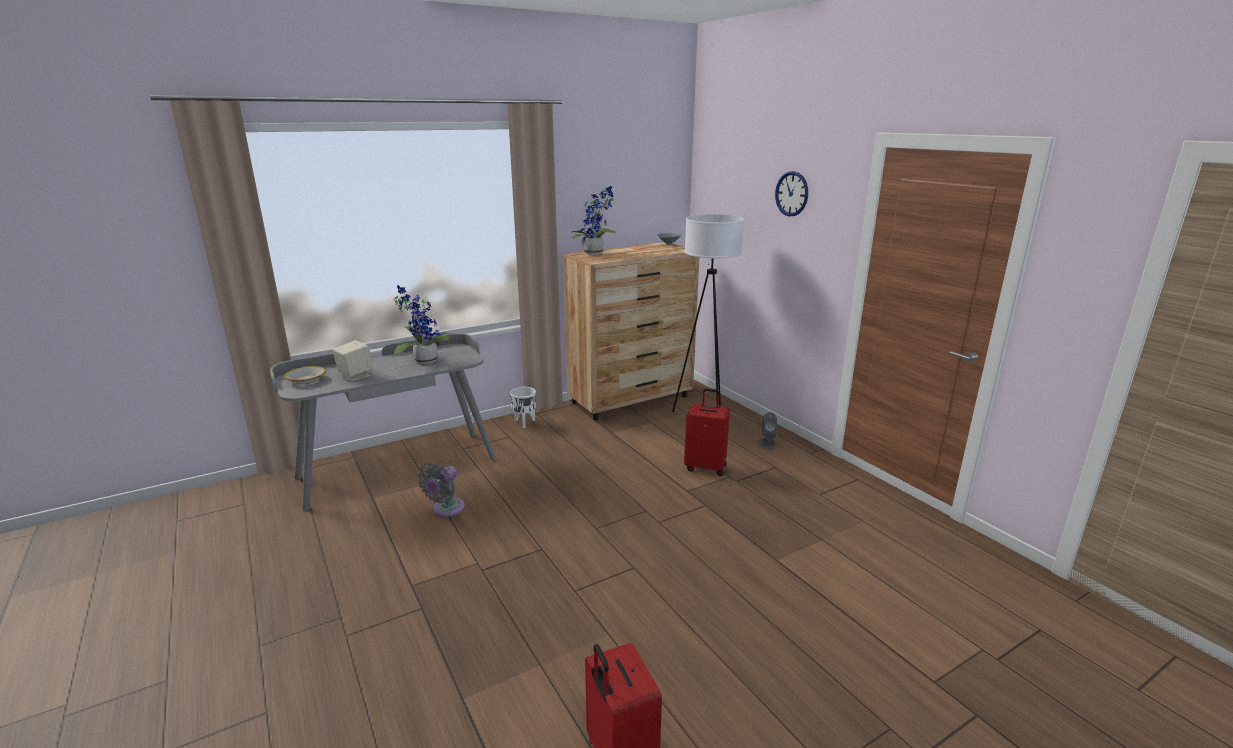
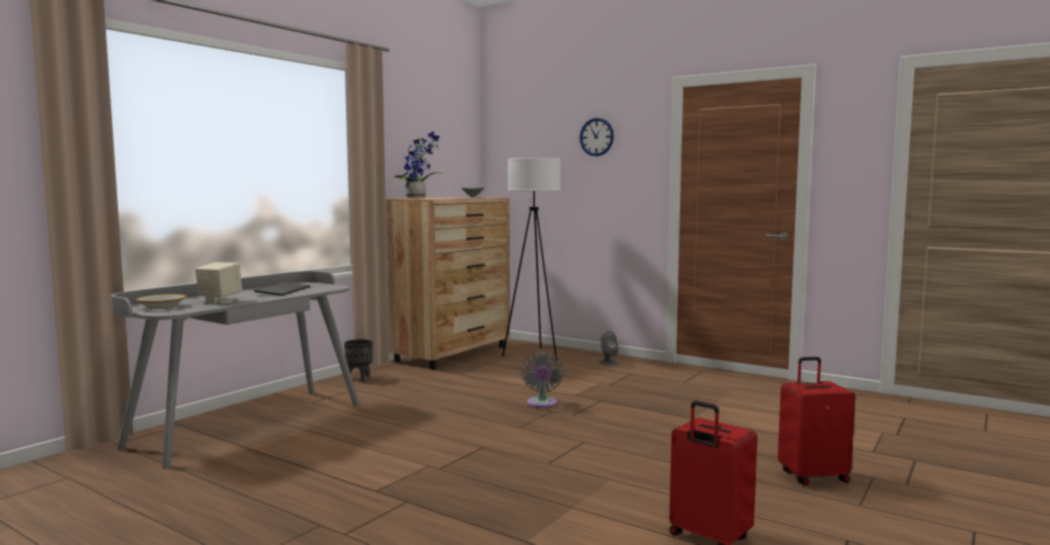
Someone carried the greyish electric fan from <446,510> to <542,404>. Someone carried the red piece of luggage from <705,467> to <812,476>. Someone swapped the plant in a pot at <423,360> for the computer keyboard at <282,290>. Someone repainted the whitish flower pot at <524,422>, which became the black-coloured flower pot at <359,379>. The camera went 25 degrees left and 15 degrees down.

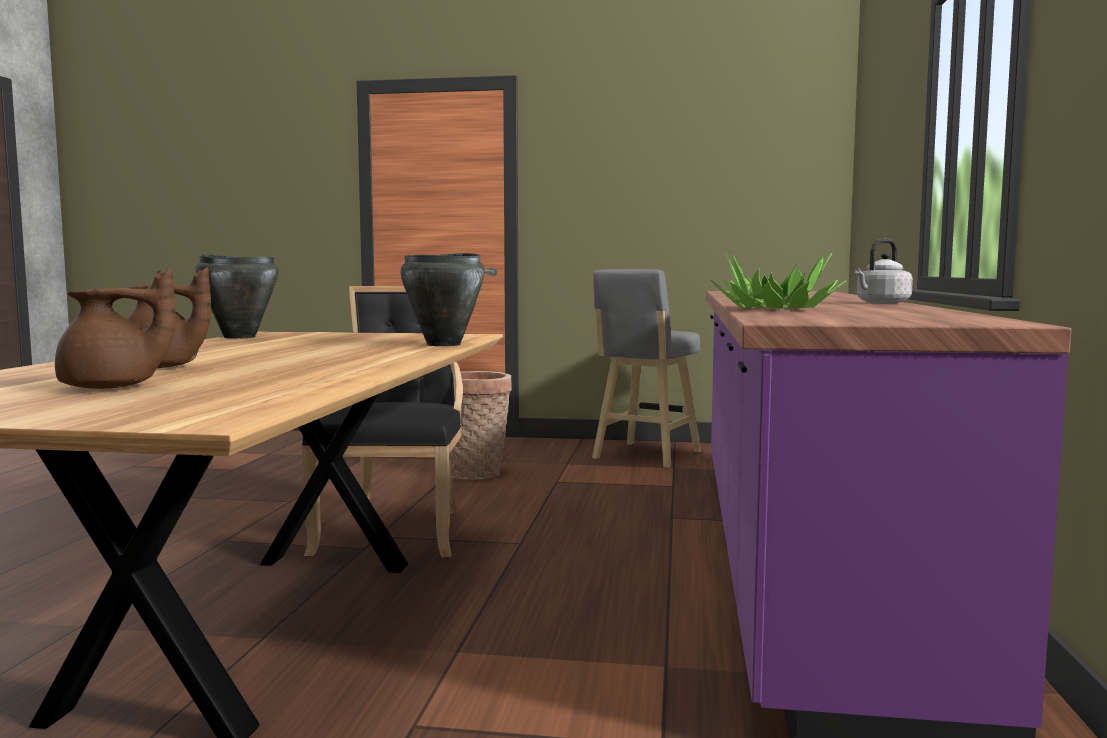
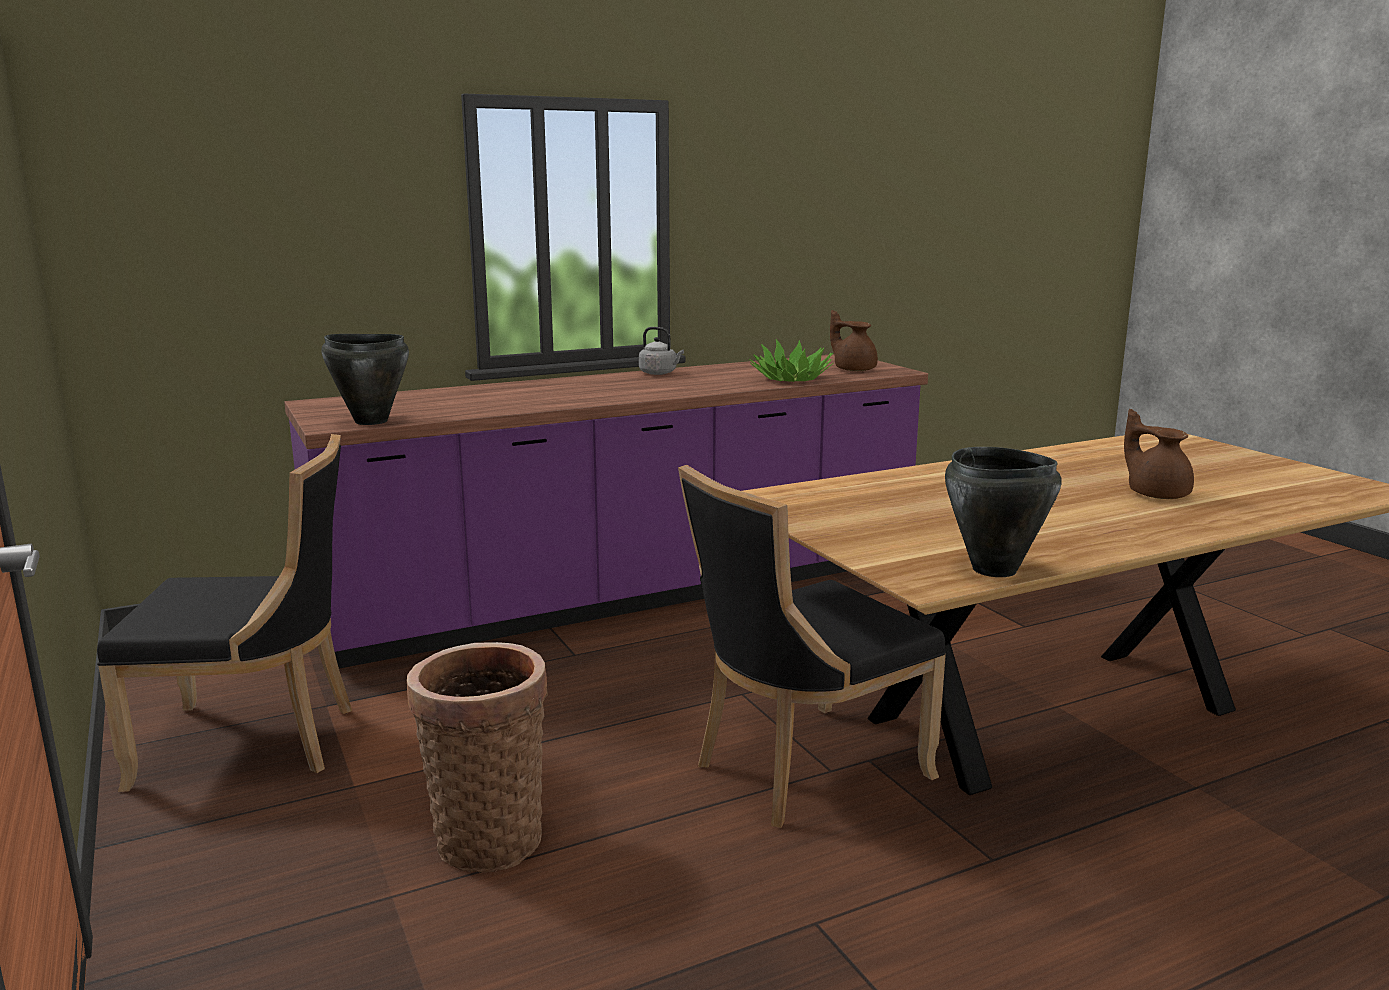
Someone carried the brown teapot from <113,387> to <853,369>. Someone carried the black-coloured saucepot from <444,344> to <370,421>. Someone swapped the greyish stool seat at <644,456> for the black-coloured upright chair at <256,743>. The camera went 125 degrees left and 10 degrees up.

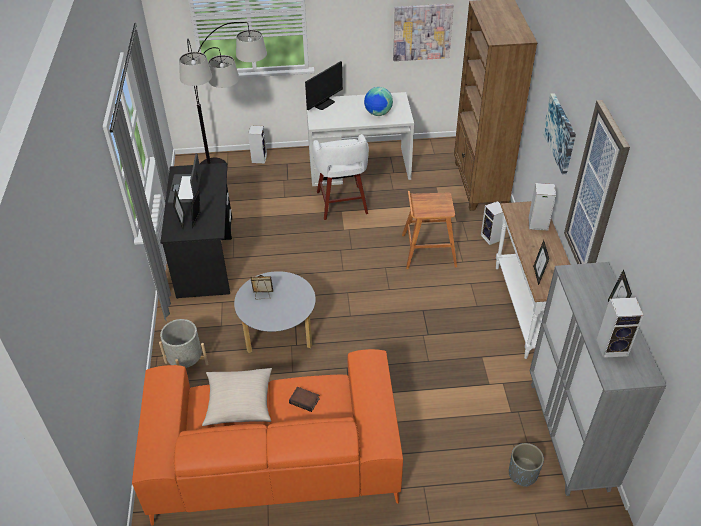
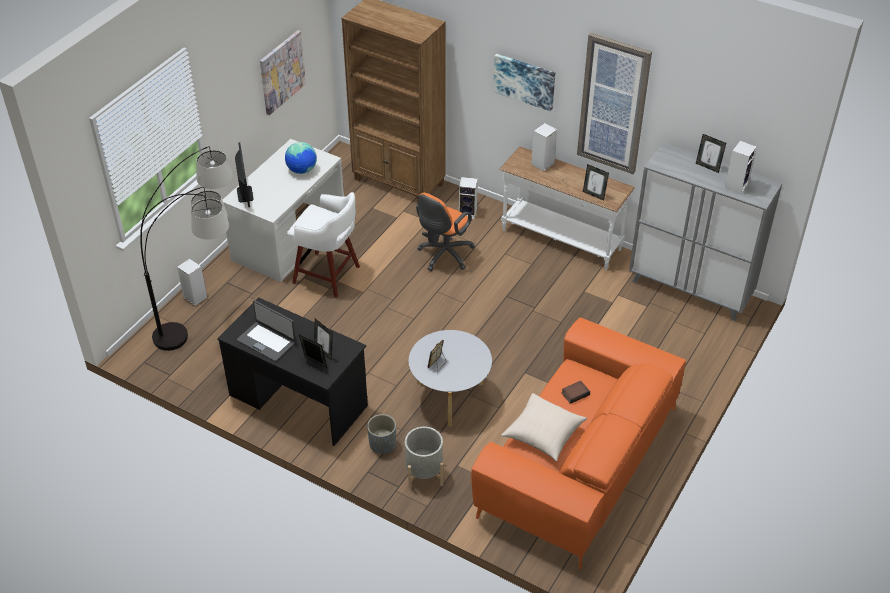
Someone carried the greyish flower pot from <522,474> to <382,444>. Someone swapped the brown stool seat at <428,250> for the orange-coloured office chair at <443,256>. The camera went 55 degrees left and 0 degrees up.

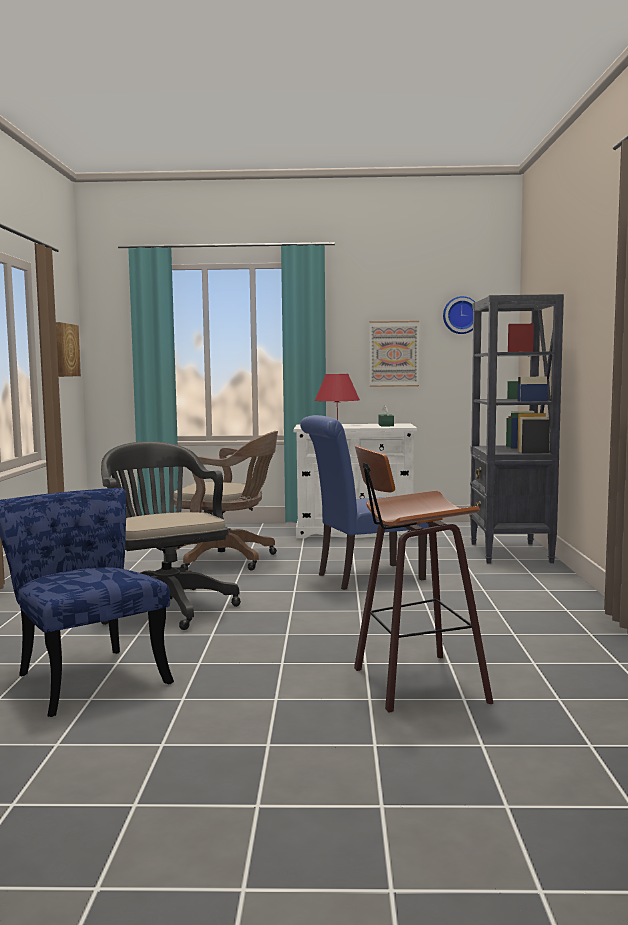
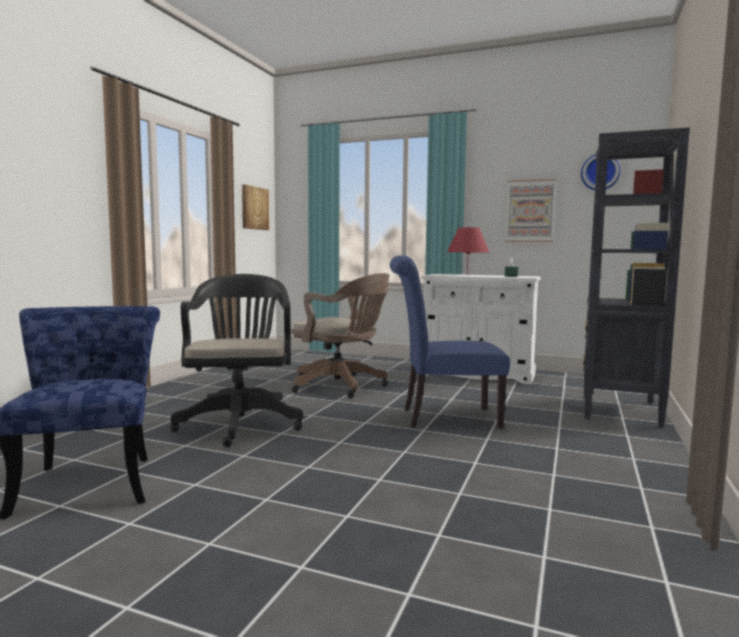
Someone took away the stool seat at <414,684>. The camera went 20 degrees right and 0 degrees up.

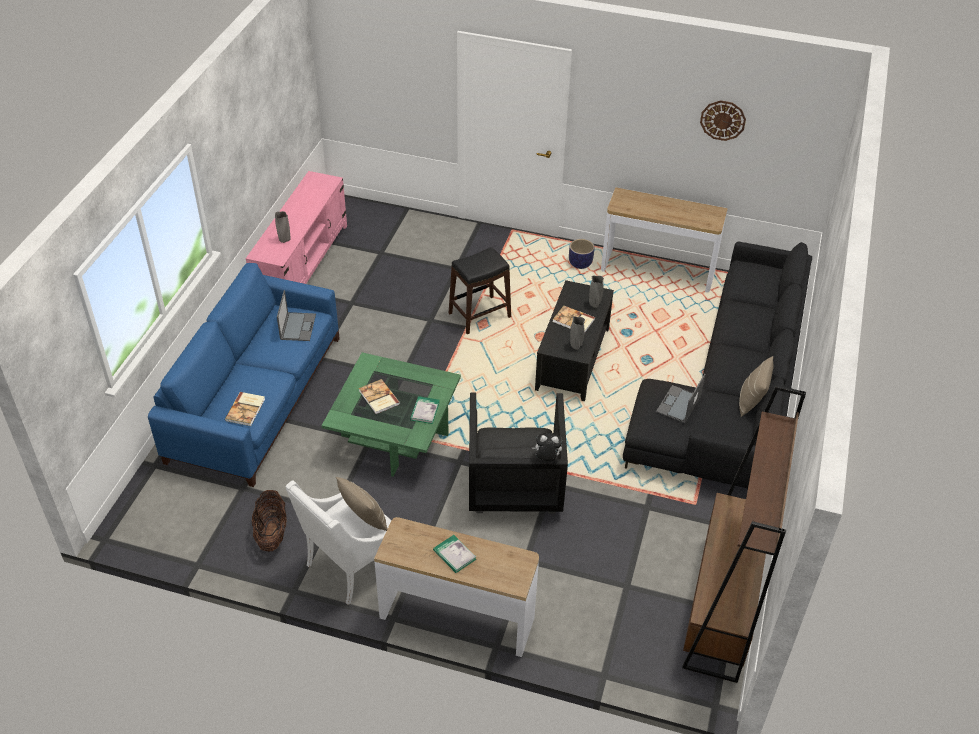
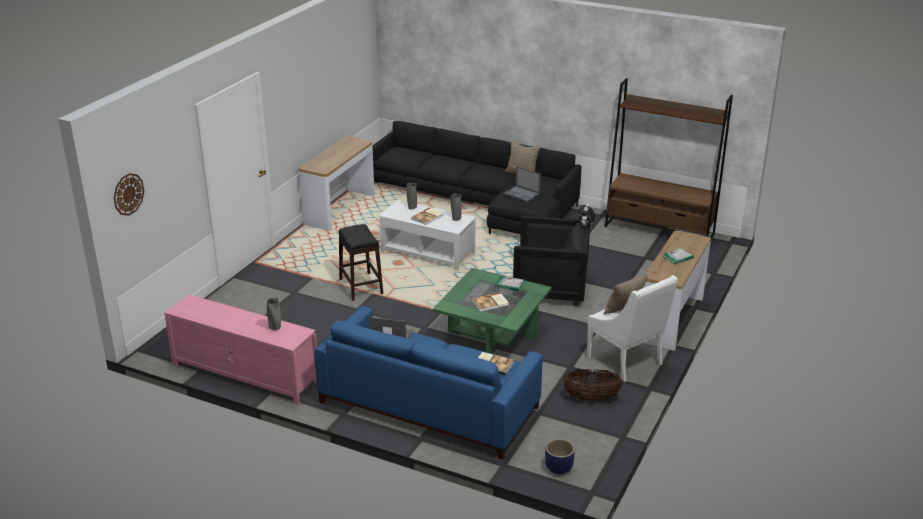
Someone carried the flower pot from <580,263> to <558,468>. Someone carried the wall clock from <722,120> to <128,194>. Someone repainted the black-coloured coffee table at <573,359>, which became the whitish coffee table at <428,253>. The camera went 80 degrees left and 15 degrees down.

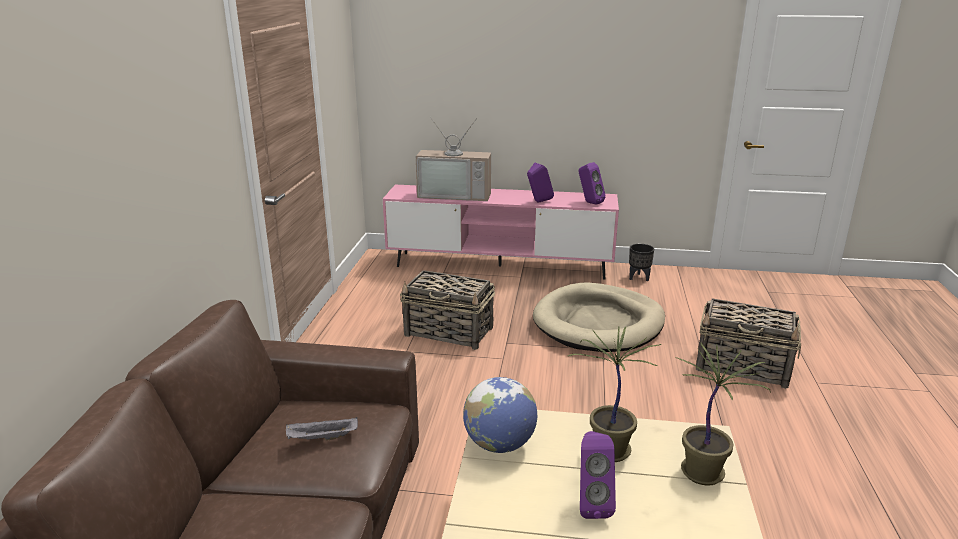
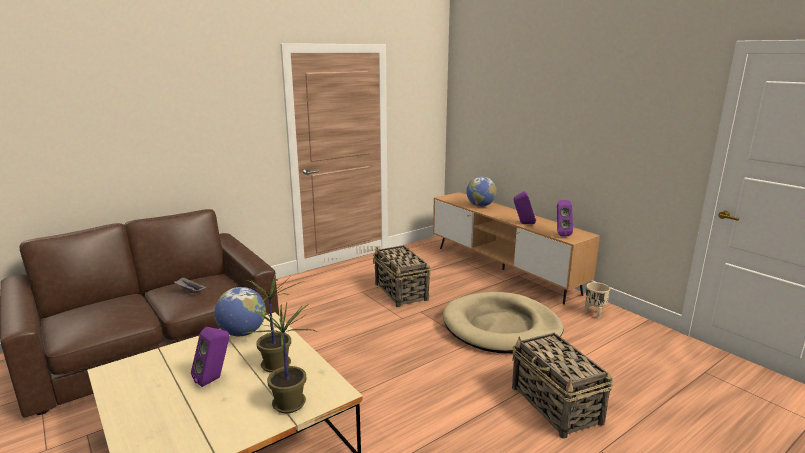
Someone swapped the TV set at <455,194> for the desk globe at <480,206>. Someone repainted the pink-coloured tv stand at <499,266>, which became the brown tv stand at <503,269>. Someone repainted the black-coloured flower pot at <638,278>, which became the beige-coloured flower pot at <594,314>. The camera went 45 degrees right and 5 degrees down.

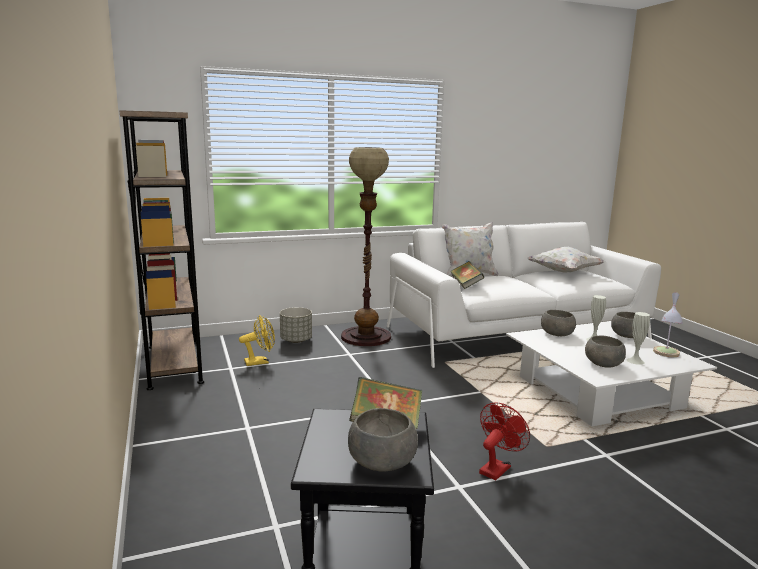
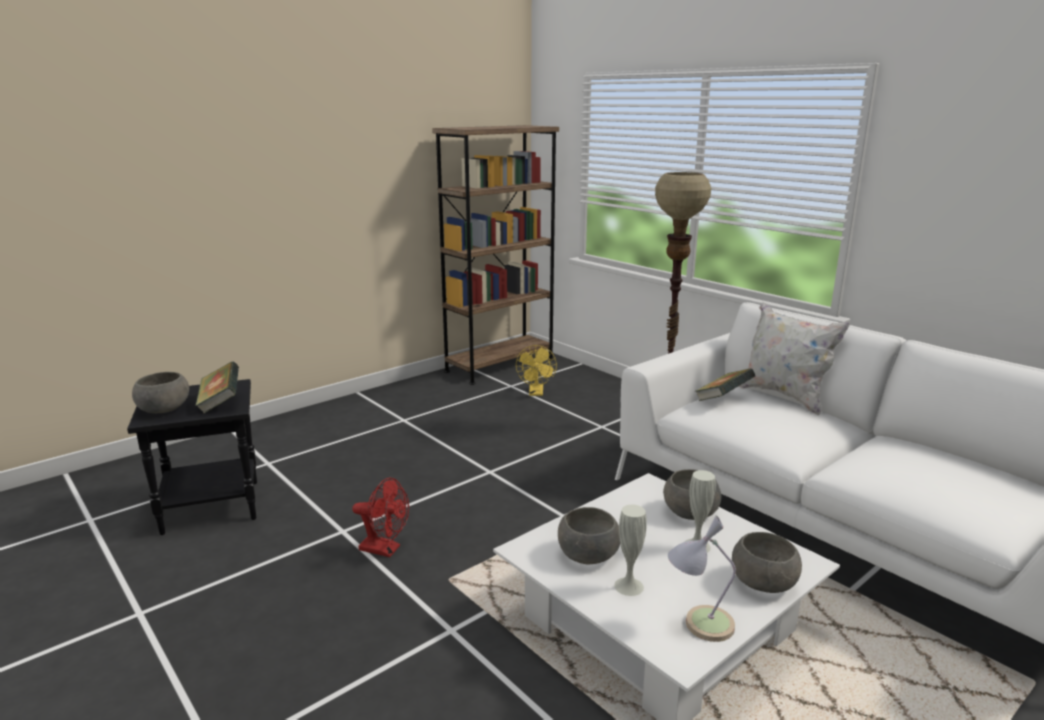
Someone took away the greyish flower pot at <296,340>. Someone took away the whitish cushion at <564,272>. Someone rotated the yellowish electric fan at <260,362> by 45 degrees clockwise. The camera went 70 degrees right and 5 degrees up.

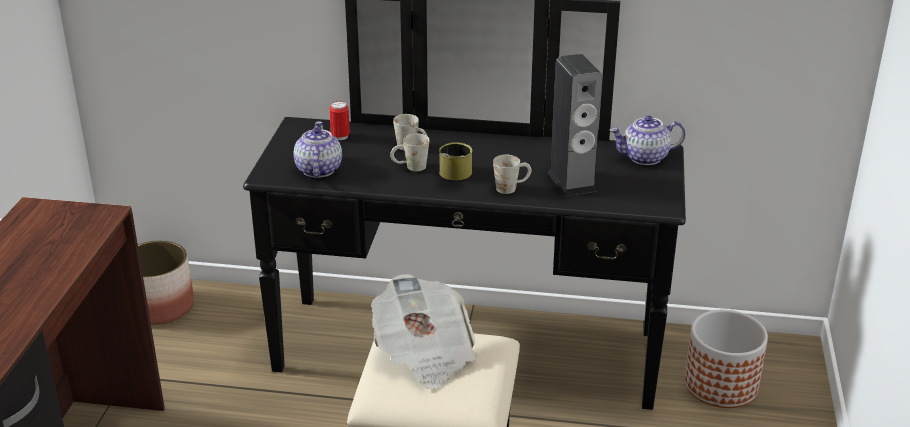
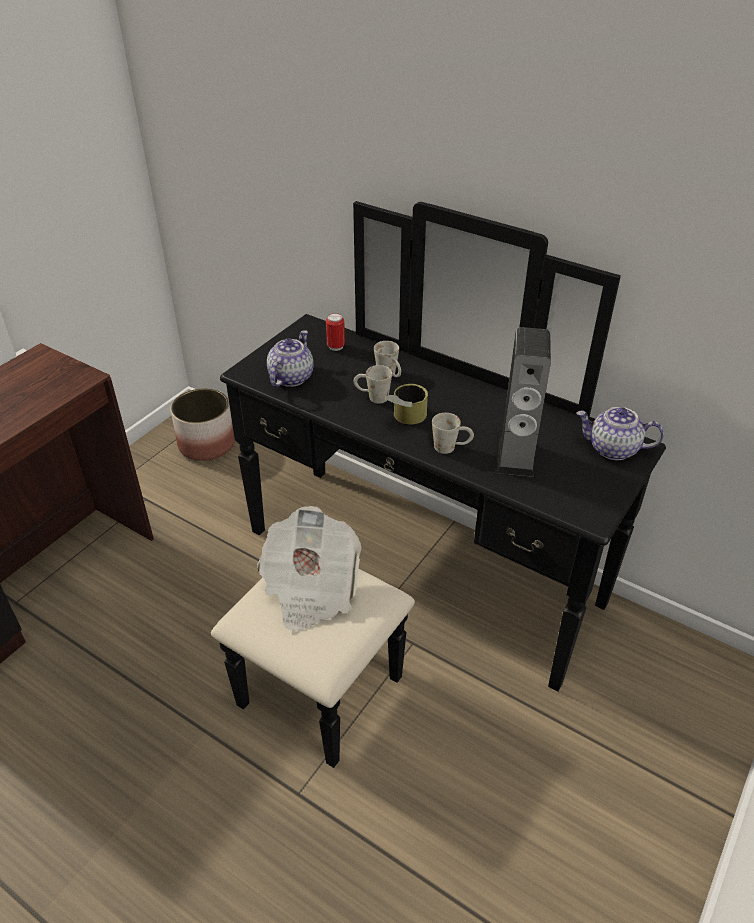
Someone took away the flower pot at <721,385>. The camera went 25 degrees right and 10 degrees up.

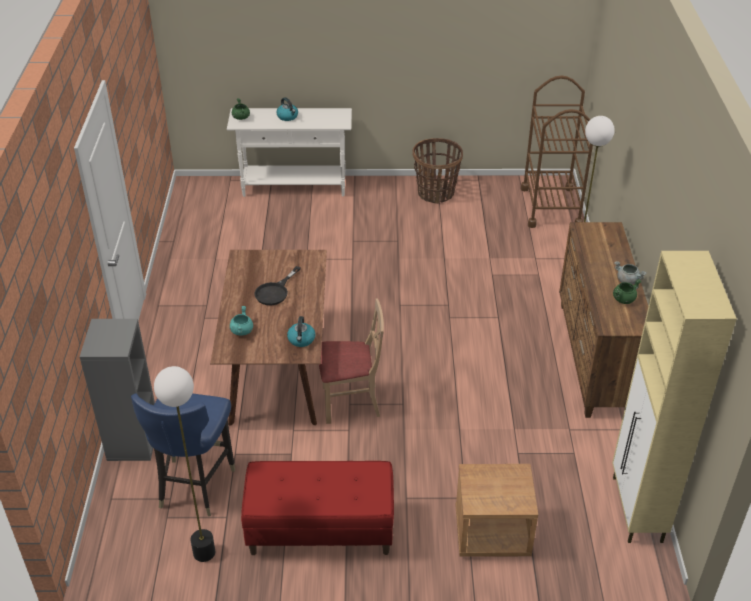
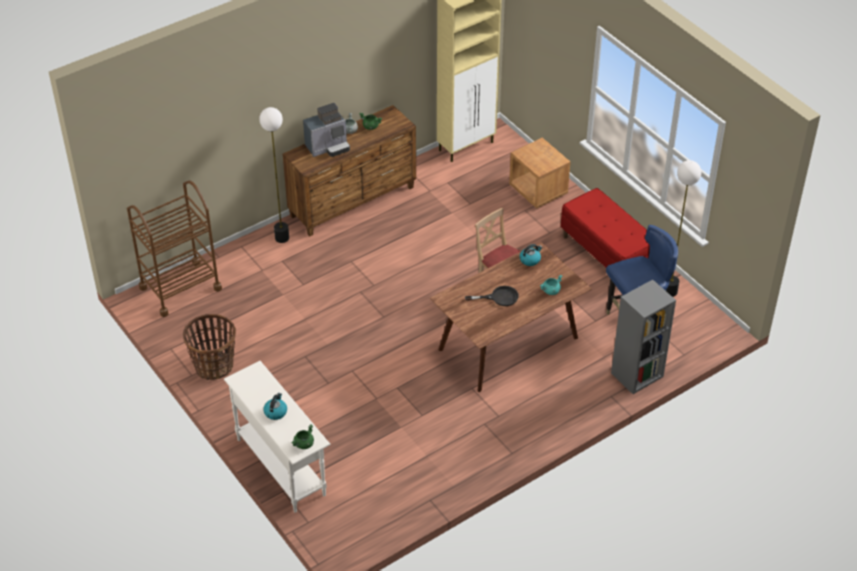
Someone put down the coffee brewer at <328,147>. The camera went 125 degrees left and 5 degrees up.

